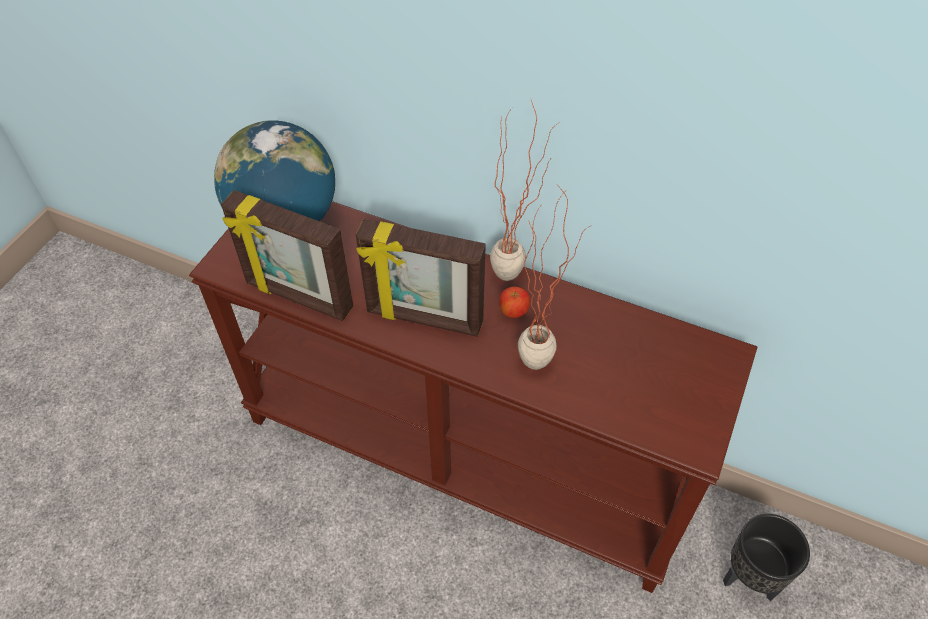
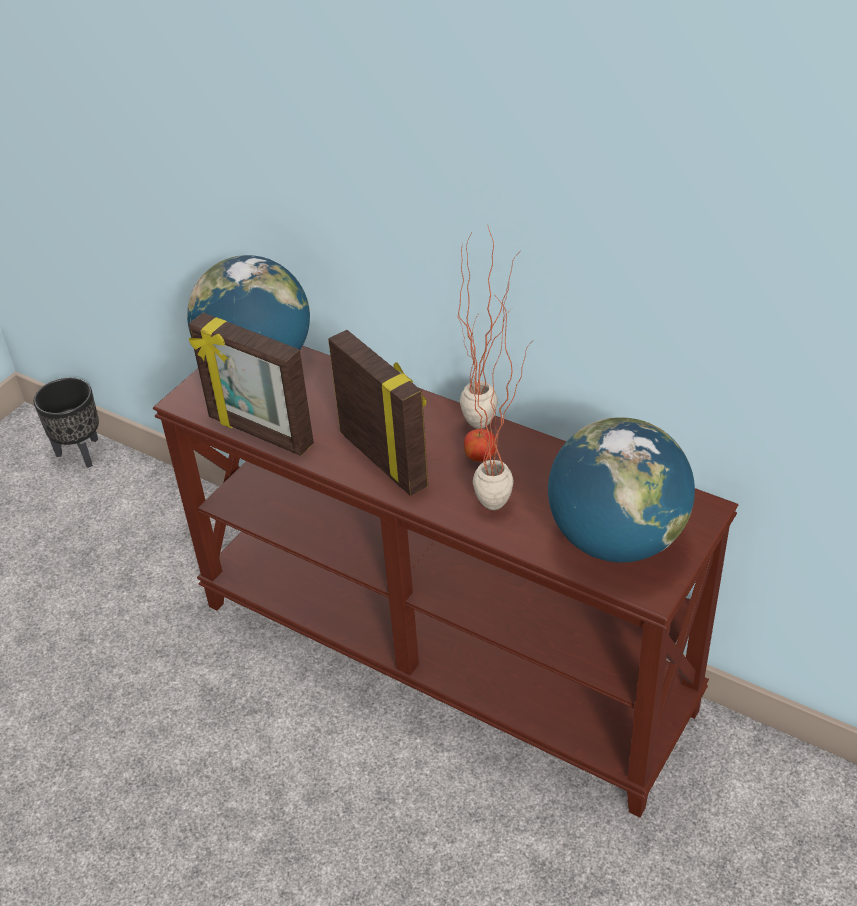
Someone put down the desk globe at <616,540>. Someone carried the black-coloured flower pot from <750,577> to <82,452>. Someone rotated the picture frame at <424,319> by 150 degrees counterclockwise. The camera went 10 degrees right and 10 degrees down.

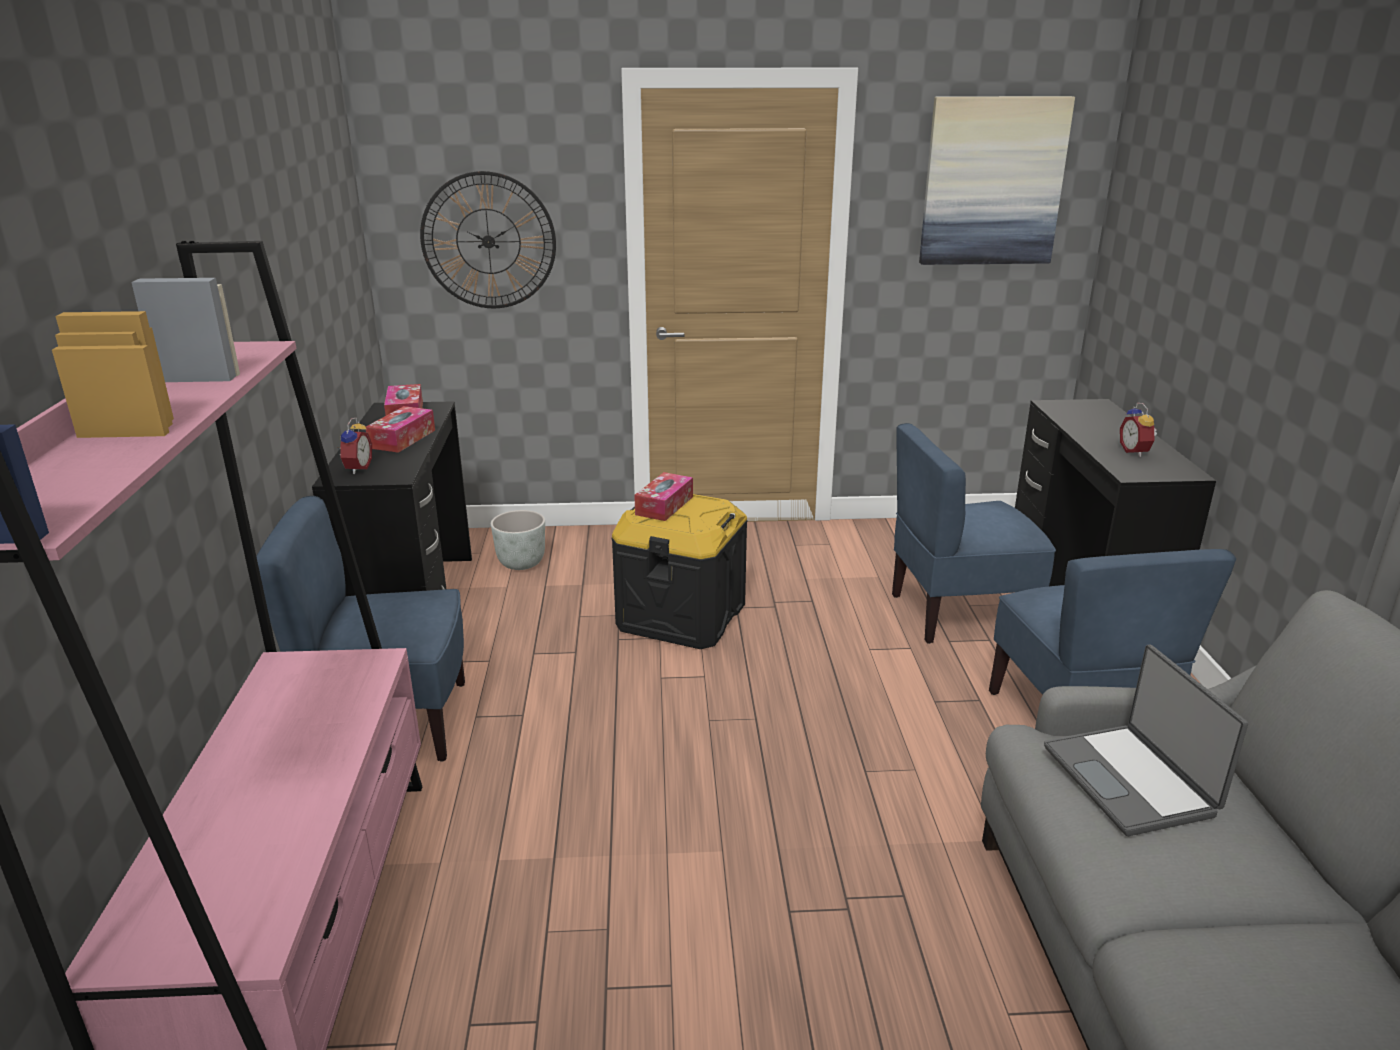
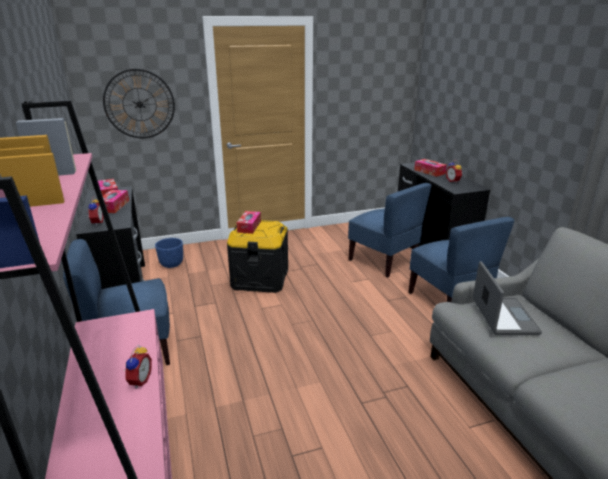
Someone took away the wall art at <992,182>. Someone put down the bedside clock at <139,381>. Someone put down the box of tissues at <429,172>. Someone repainted the greyish flower pot at <521,563>, which became the blue-coloured flower pot at <171,264>. Someone rotated the blue-coloured upright chair at <959,614> by 105 degrees counterclockwise. Someone rotated the portable computer at <1131,780> by 150 degrees counterclockwise. The camera went 15 degrees left and 0 degrees up.

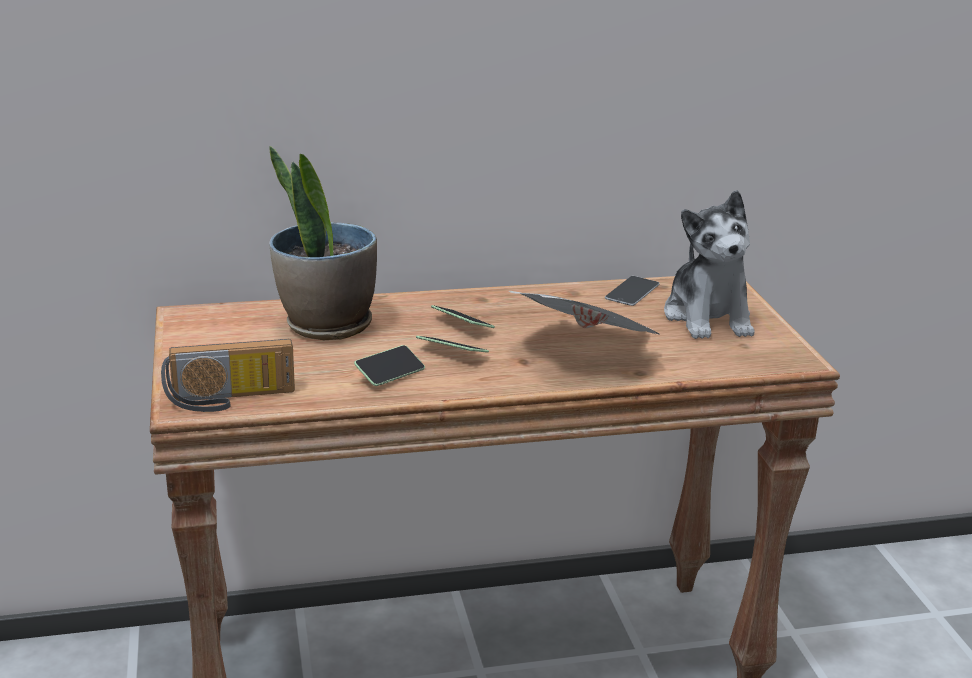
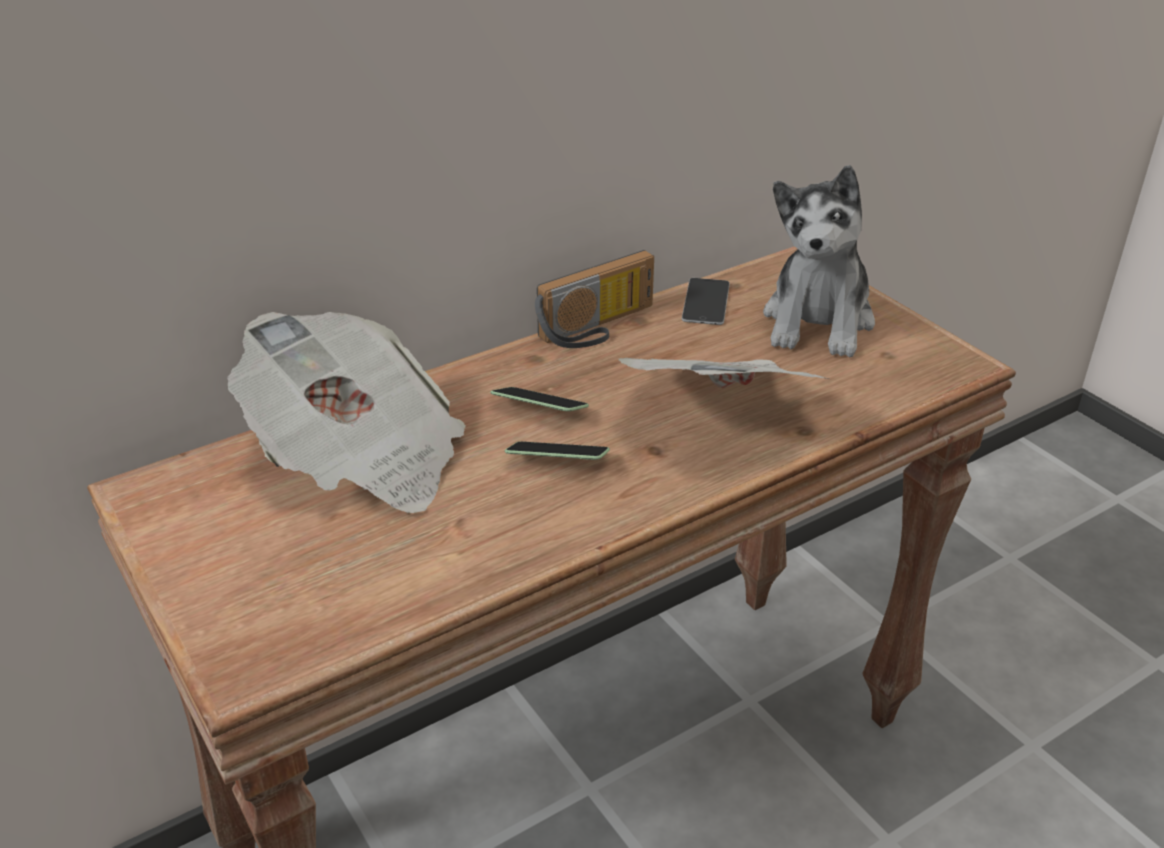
Someone took away the telephone at <390,375>. Someone carried the radio from <230,400> to <599,328>. Someone swapped the plant in a pot at <326,325> for the daily paper at <359,457>. Someone rotated the cuddly toy at <708,317> by 45 degrees clockwise. The camera went 20 degrees left and 10 degrees up.

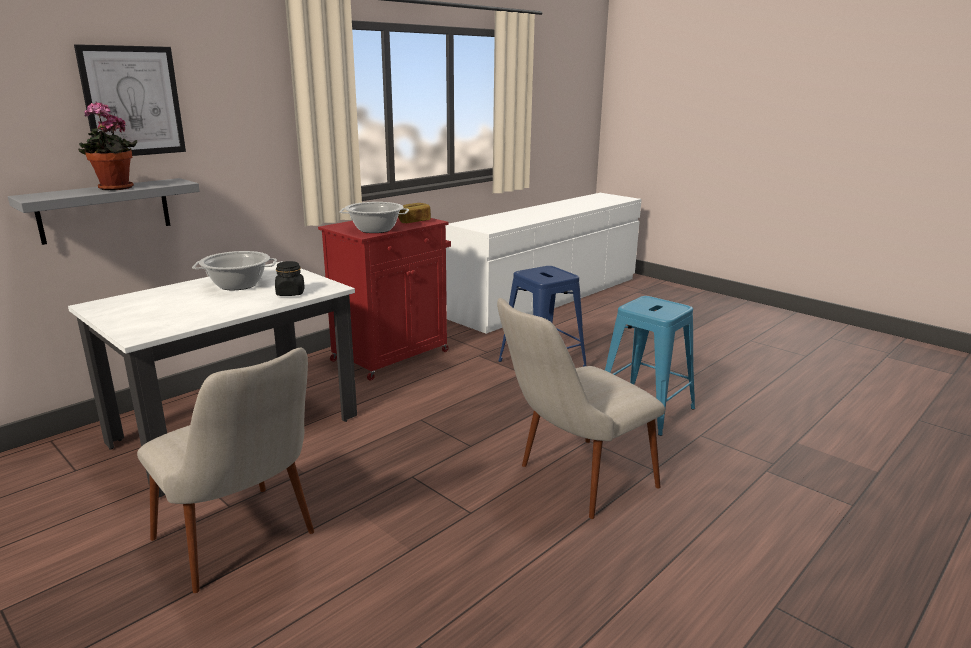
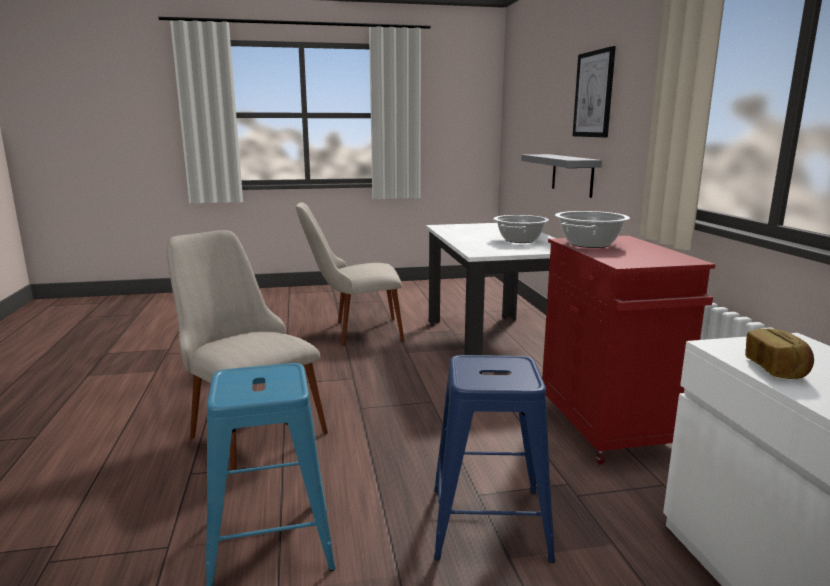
Someone took away the plant in a pot at <114,188>. Someone took away the black-coloured preserve jar at <290,293>. Someone carried the bread from <414,221> to <776,369>. Someone rotated the beige-coloured upright chair at <571,483> by 45 degrees counterclockwise. The camera went 125 degrees right and 5 degrees down.

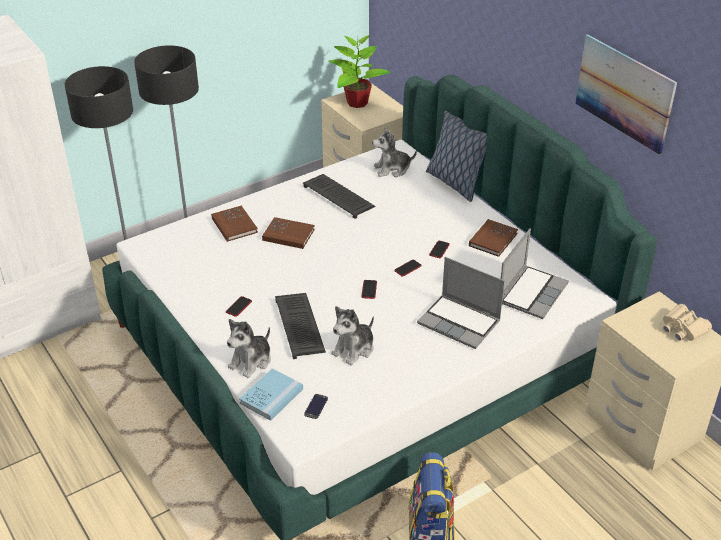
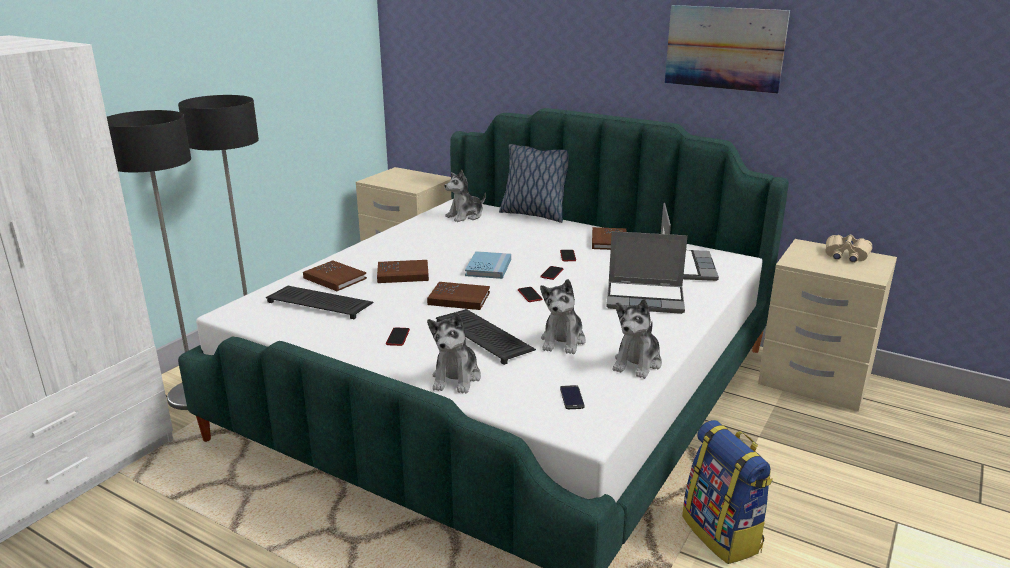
Someone took away the plant in a pot at <356,102>. Someone put down the brown book at <459,298>. Someone put down the cuddly toy at <637,363>. Someone carried the blue-coloured book from <271,396> to <488,267>. Someone carried the computer keyboard from <339,197> to <321,303>. The camera went 25 degrees left and 15 degrees down.

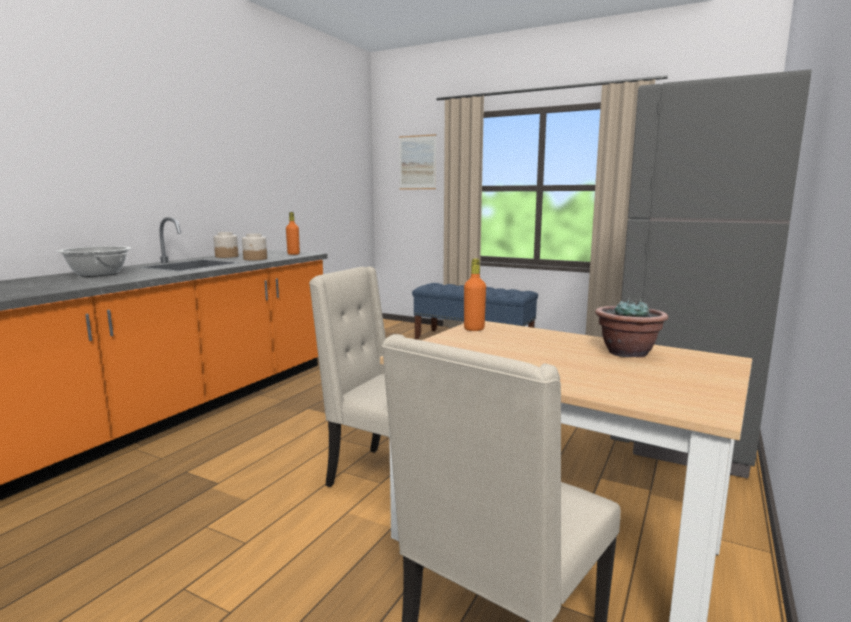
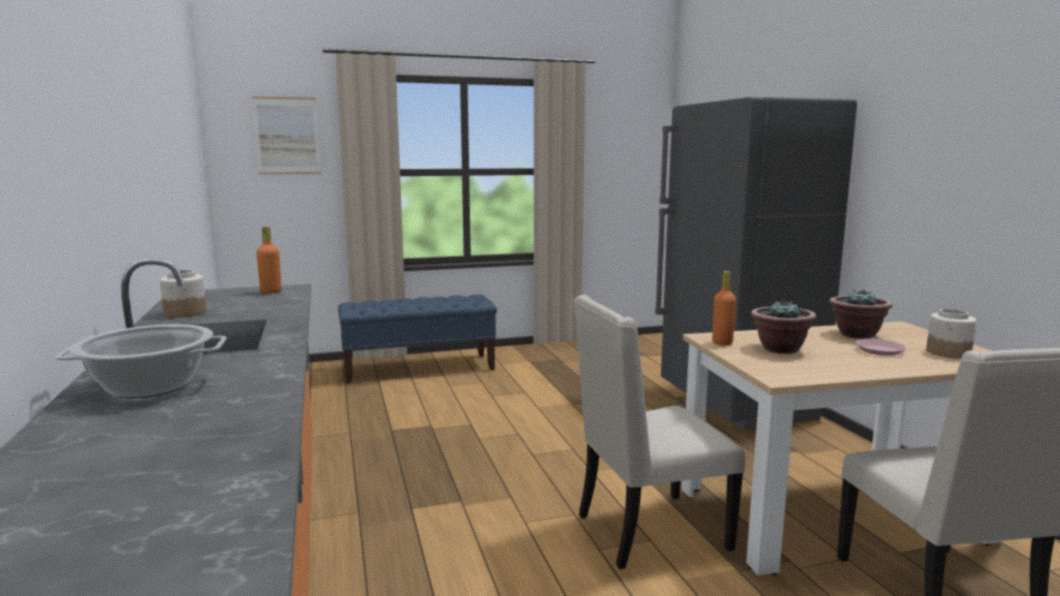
Someone put down the plant in a pot at <780,349>. Someone put down the pink-coloured plate at <879,350>. Someone carried the preserve jar from <255,259> to <949,352>. The camera went 45 degrees left and 0 degrees up.

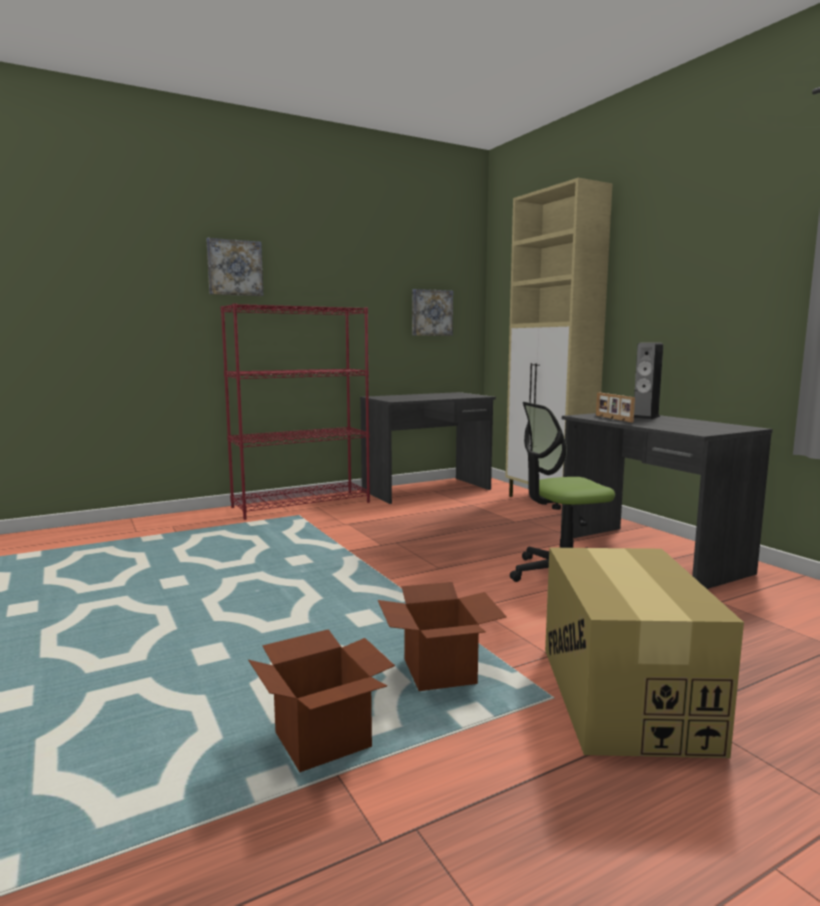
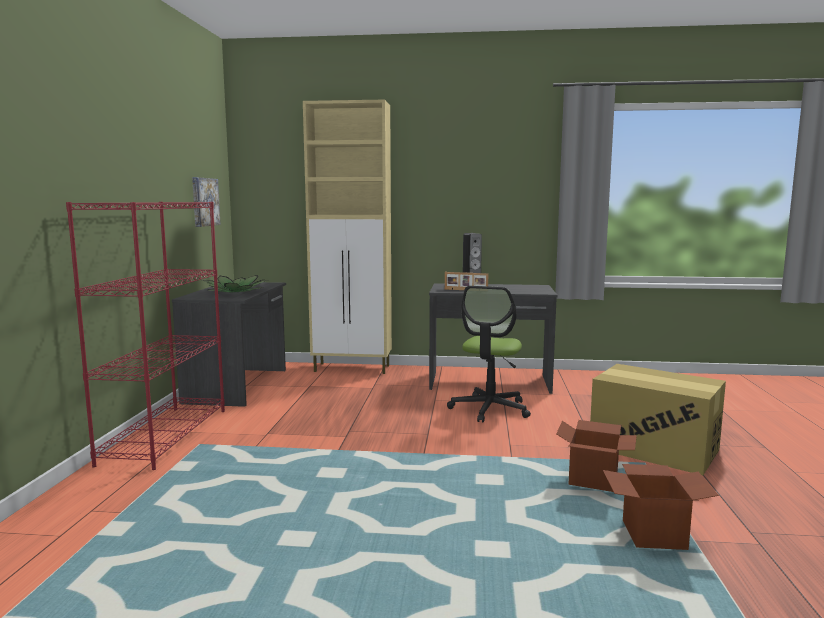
Someone took away the wall art at <234,268>. Someone put down the plant in a pot at <235,292>. The camera went 55 degrees left and 0 degrees up.

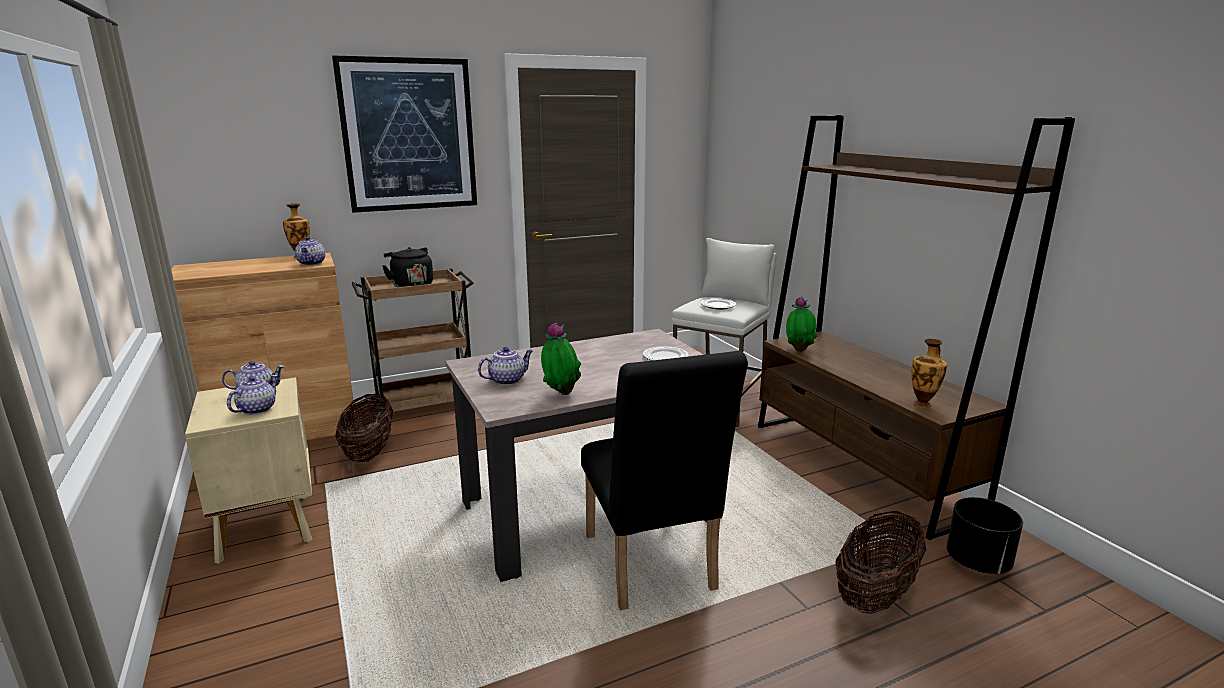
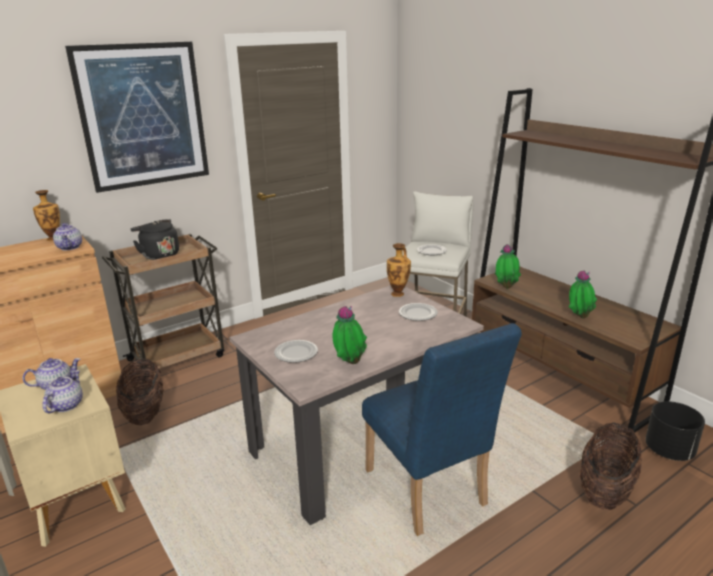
Someone put down the plant in a pot at <579,317>. Someone carried the flower vase from <923,404> to <398,293>. Someone swapped the teapot at <507,380> for the plate at <296,353>. Someone repainted the black-coloured upright chair at <651,569>, which became the blue-coloured upright chair at <429,494>. The camera went 10 degrees left and 5 degrees up.

